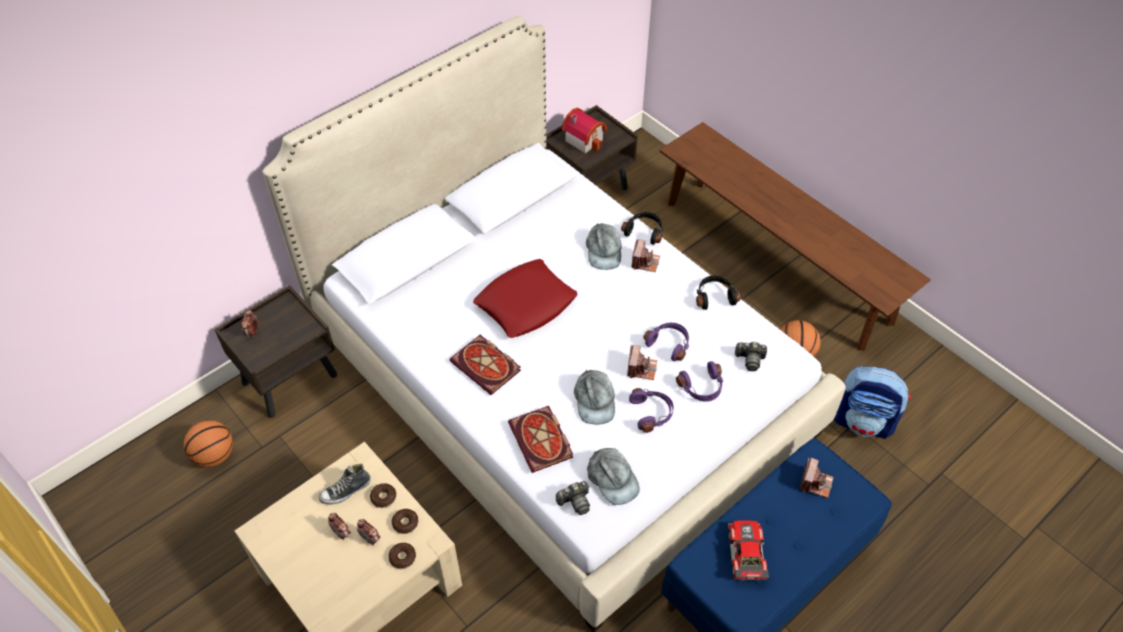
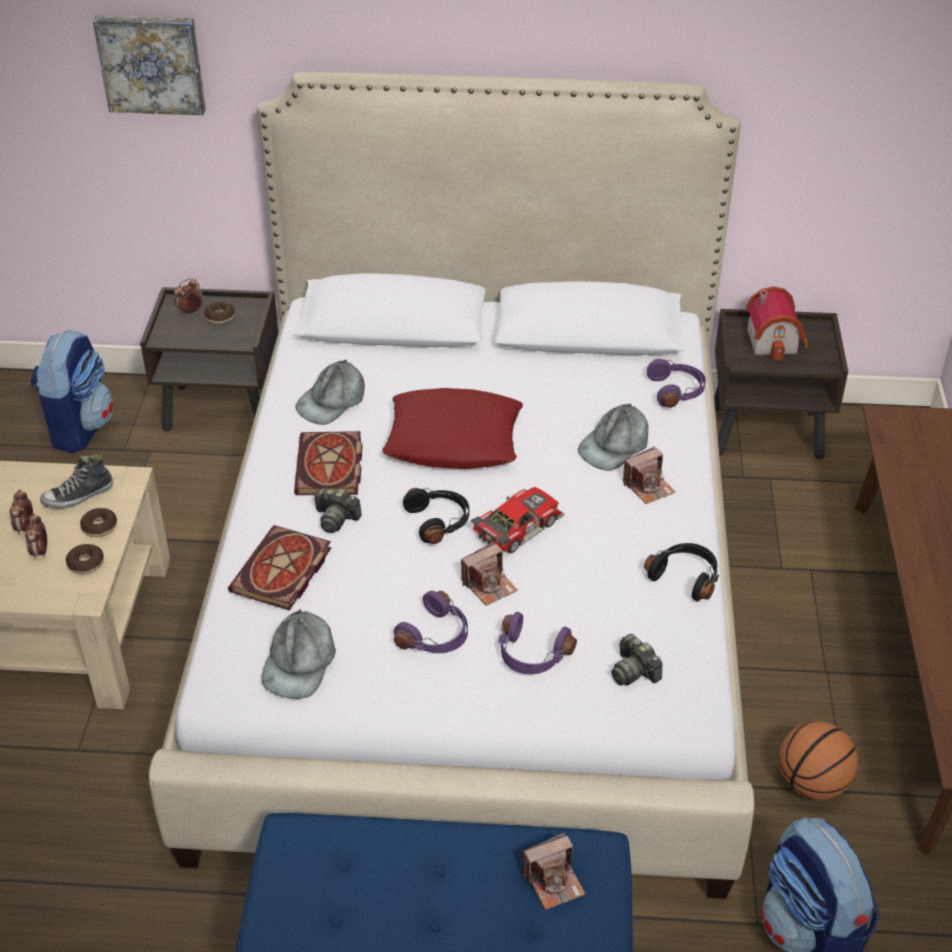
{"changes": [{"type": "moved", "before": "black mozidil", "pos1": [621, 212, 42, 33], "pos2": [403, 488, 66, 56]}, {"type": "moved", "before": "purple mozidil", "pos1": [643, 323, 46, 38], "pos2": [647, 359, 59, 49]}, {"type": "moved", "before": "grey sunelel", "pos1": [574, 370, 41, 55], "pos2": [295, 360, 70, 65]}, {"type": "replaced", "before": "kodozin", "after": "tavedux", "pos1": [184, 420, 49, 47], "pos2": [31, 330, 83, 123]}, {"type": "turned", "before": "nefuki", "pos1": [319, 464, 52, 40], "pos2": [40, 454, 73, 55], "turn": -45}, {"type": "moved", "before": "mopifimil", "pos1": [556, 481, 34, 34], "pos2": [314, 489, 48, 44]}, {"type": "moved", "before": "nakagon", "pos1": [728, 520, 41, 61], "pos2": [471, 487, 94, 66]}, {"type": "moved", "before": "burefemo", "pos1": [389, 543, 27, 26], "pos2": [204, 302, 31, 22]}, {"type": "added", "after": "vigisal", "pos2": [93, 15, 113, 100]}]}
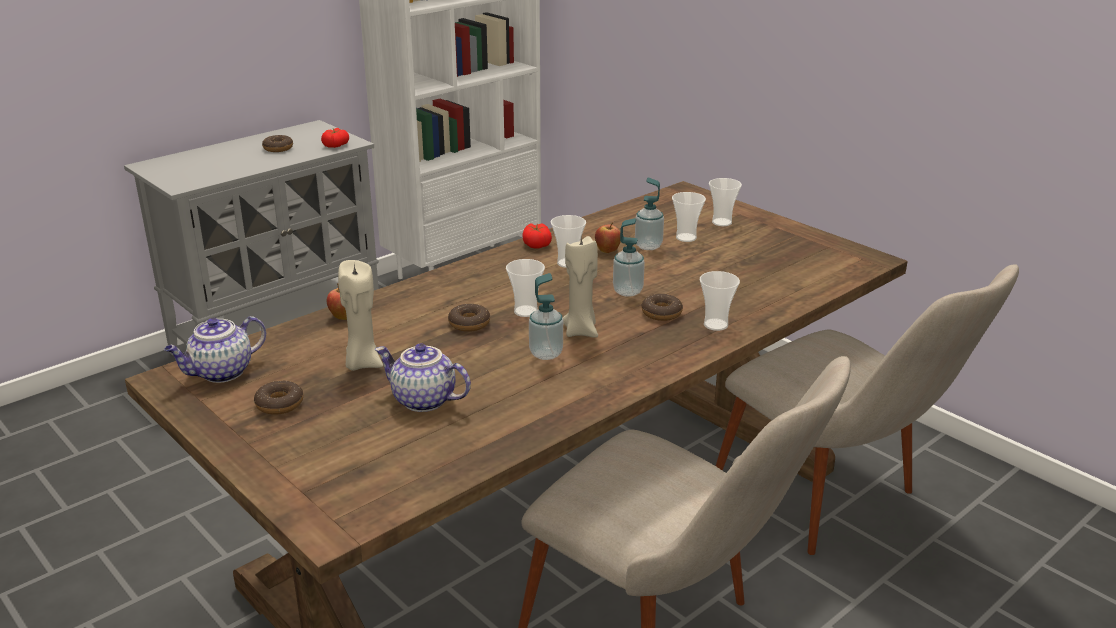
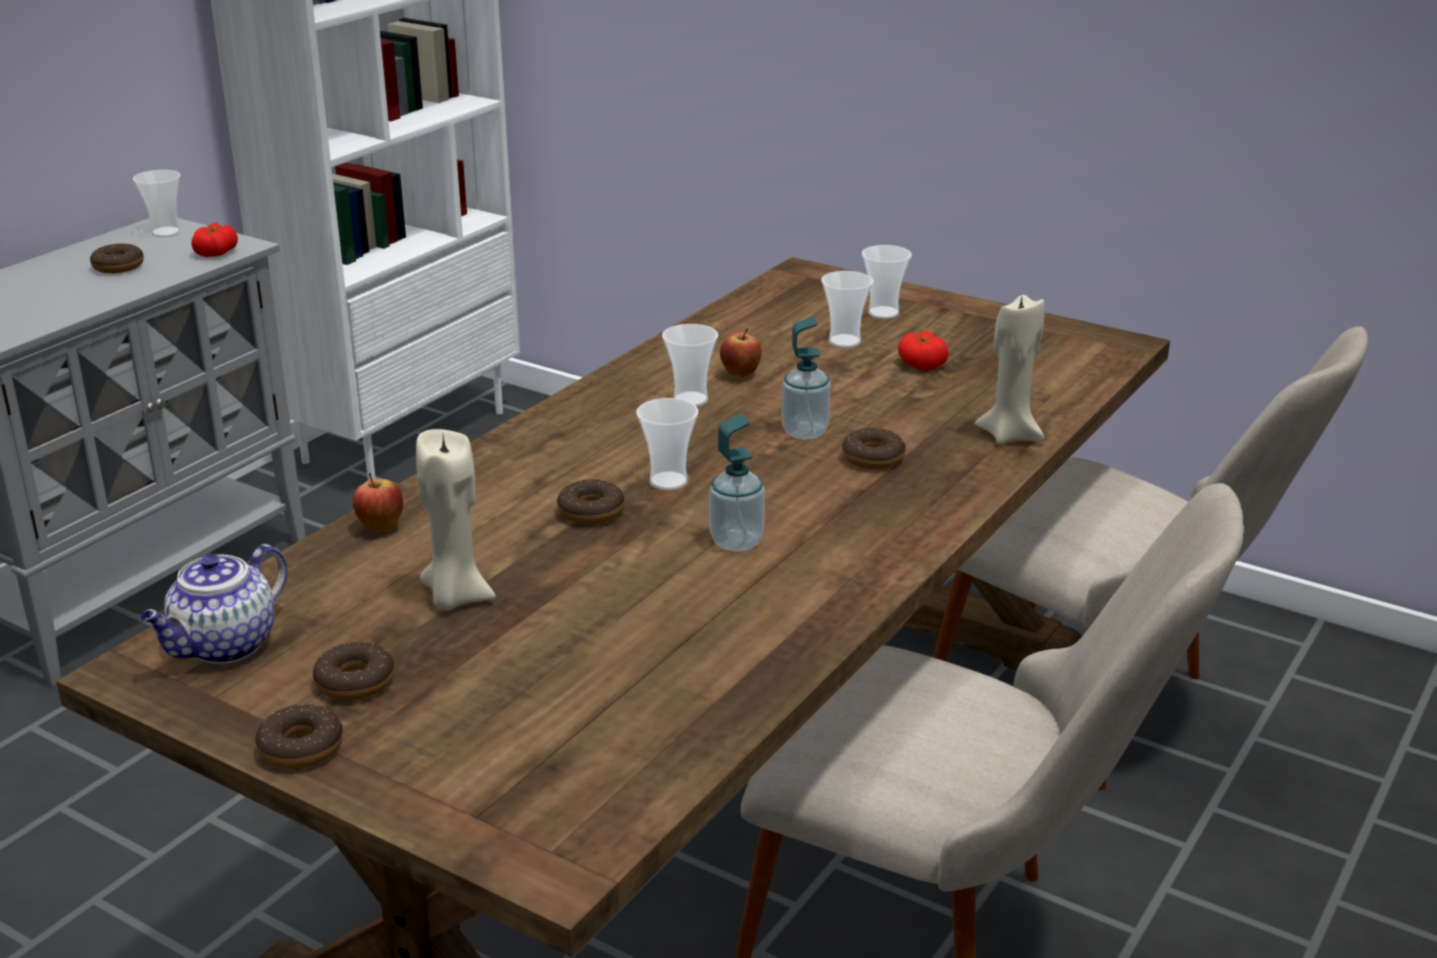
{"changes": [{"type": "removed", "before": "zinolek", "pos1": [635, 178, 29, 72]}, {"type": "moved", "before": "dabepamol", "pos1": [522, 223, 30, 26], "pos2": [898, 331, 51, 40]}, {"type": "moved", "before": "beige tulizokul", "pos1": [563, 235, 35, 103], "pos2": [975, 295, 70, 150]}, {"type": "moved", "before": "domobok", "pos1": [700, 271, 40, 60], "pos2": [133, 170, 47, 67]}, {"type": "removed", "before": "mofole", "pos1": [375, 343, 96, 69]}, {"type": "added", "after": "burefemo", "pos2": [255, 704, 88, 65]}]}
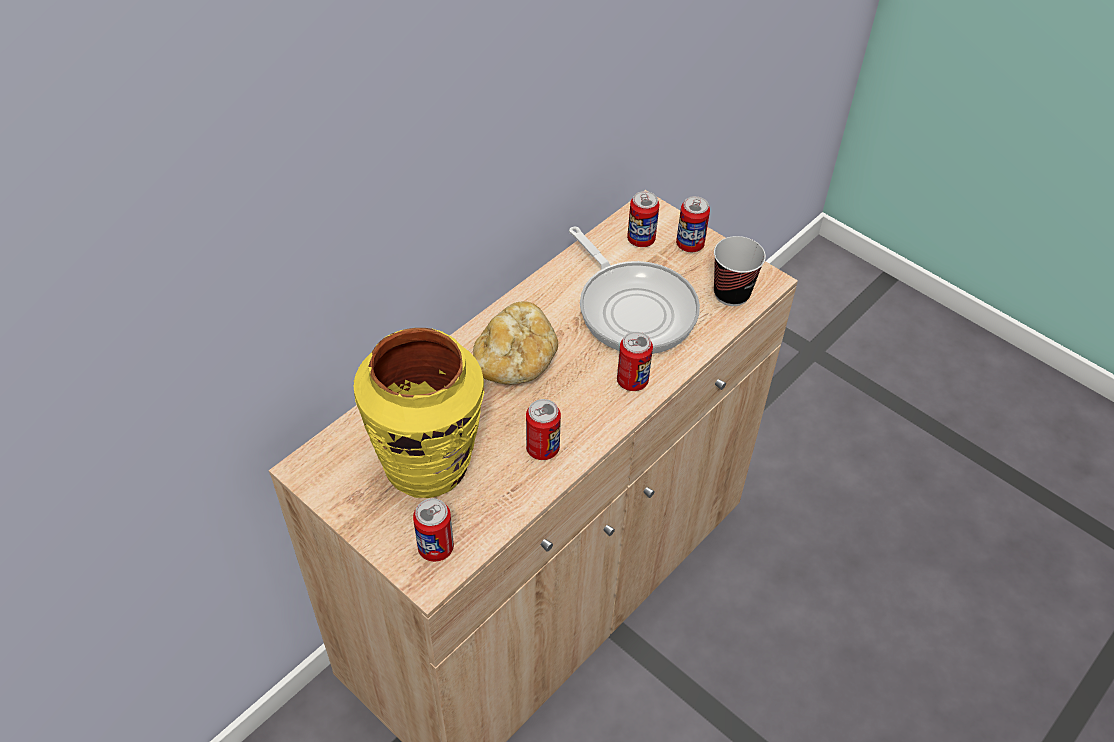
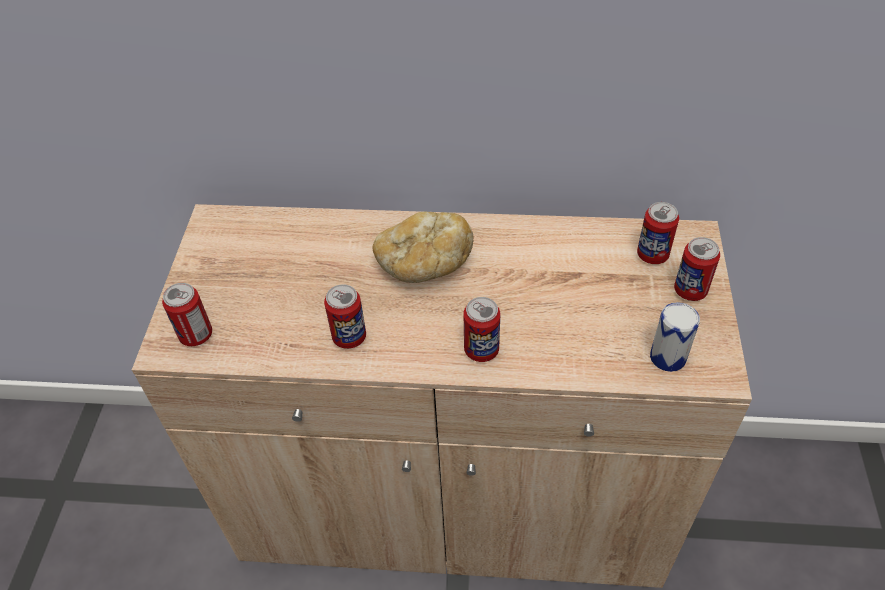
{"changes": [{"type": "removed", "before": "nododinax", "pos1": [569, 227, 131, 127]}, {"type": "replaced", "before": "domobok", "after": "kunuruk", "pos1": [714, 236, 52, 70], "pos2": [650, 302, 50, 70]}, {"type": "removed", "before": "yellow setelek", "pos1": [354, 328, 131, 170]}]}
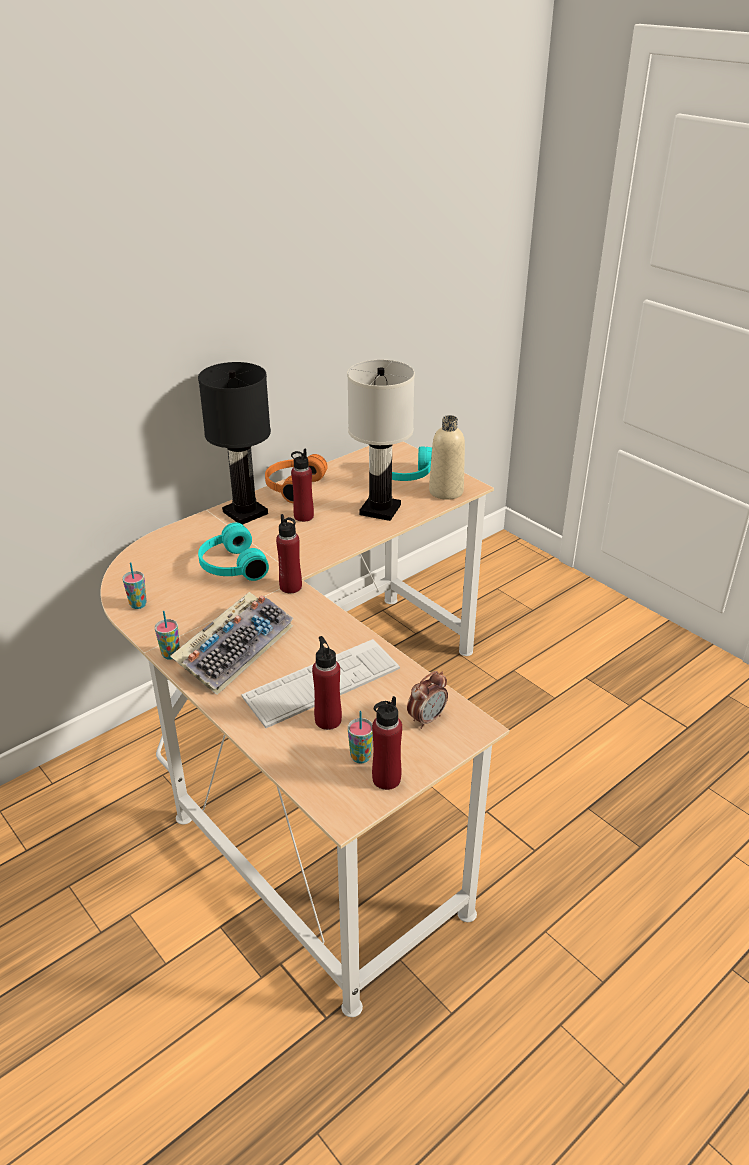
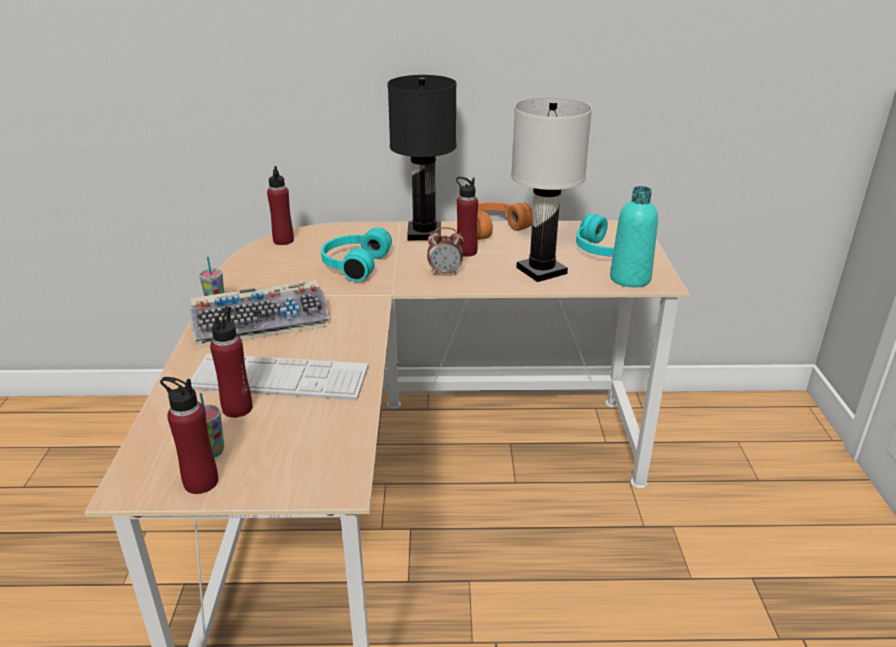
{"changes": [{"type": "recoloured", "before": "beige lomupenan", "after": "turquoise lomupenan", "pos1": [429, 415, 36, 85], "pos2": [610, 186, 48, 101]}, {"type": "moved", "before": "red lomupenan", "pos1": [276, 514, 26, 79], "pos2": [267, 166, 27, 79]}, {"type": "removed", "before": "domobok", "pos1": [122, 562, 25, 47]}, {"type": "moved", "before": "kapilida", "pos1": [407, 671, 41, 58], "pos2": [427, 227, 37, 48]}]}
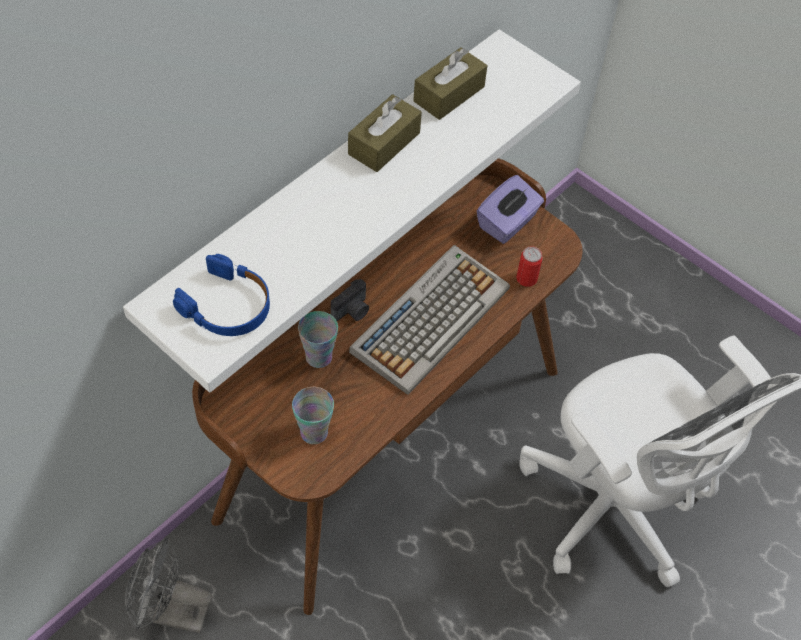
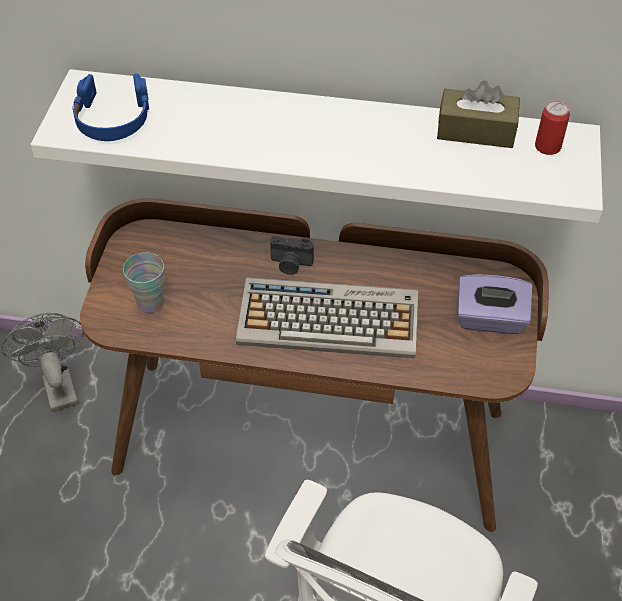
{"changes": [{"type": "removed", "before": "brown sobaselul", "pos1": [348, 94, 74, 78]}, {"type": "moved", "before": "kunuruk", "pos1": [516, 246, 27, 41], "pos2": [535, 100, 35, 55]}, {"type": "removed", "before": "domobok", "pos1": [298, 311, 40, 57]}]}
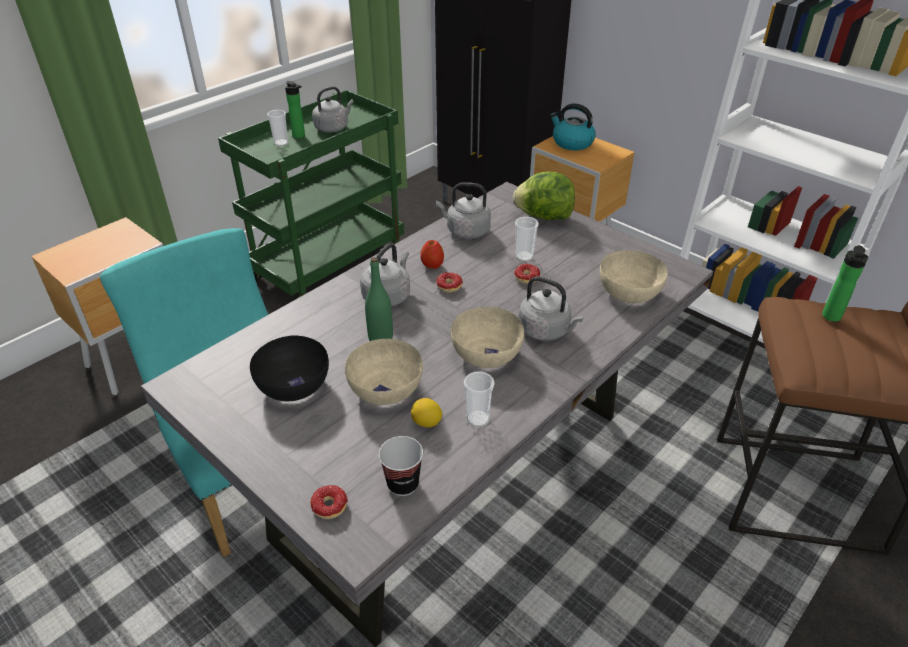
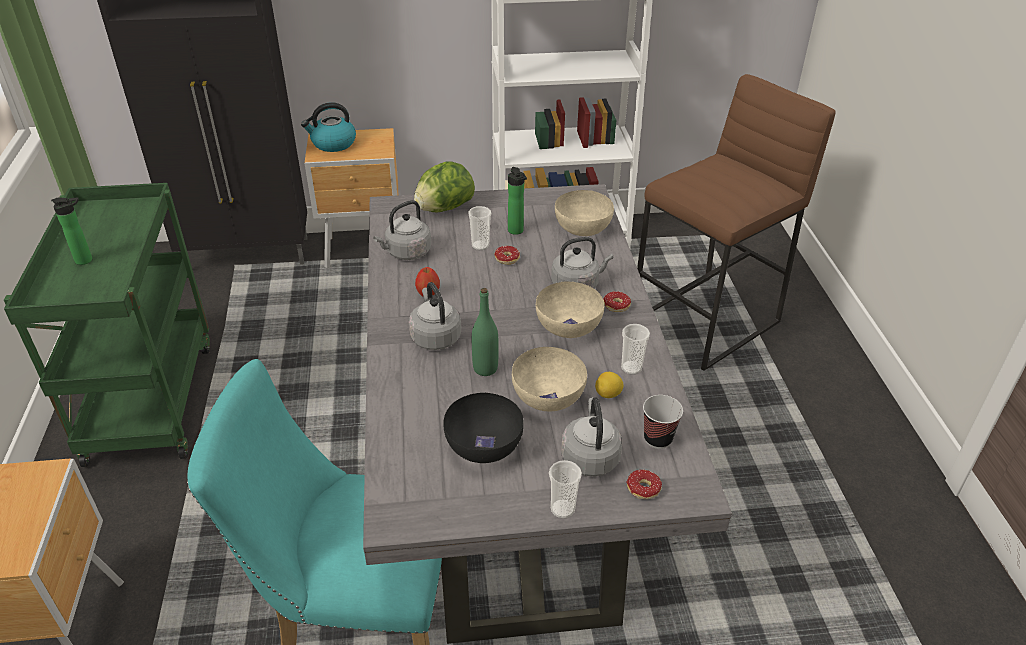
{"changes": [{"type": "moved", "before": "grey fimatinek", "pos1": [312, 86, 42, 46], "pos2": [561, 397, 61, 79]}, {"type": "moved", "before": "domobok", "pos1": [267, 110, 21, 36], "pos2": [549, 460, 33, 59]}, {"type": "moved", "before": "lomupenan", "pos1": [822, 245, 46, 77], "pos2": [508, 167, 19, 68]}, {"type": "moved", "before": "burefemo", "pos1": [436, 272, 27, 21], "pos2": [604, 291, 27, 21]}]}
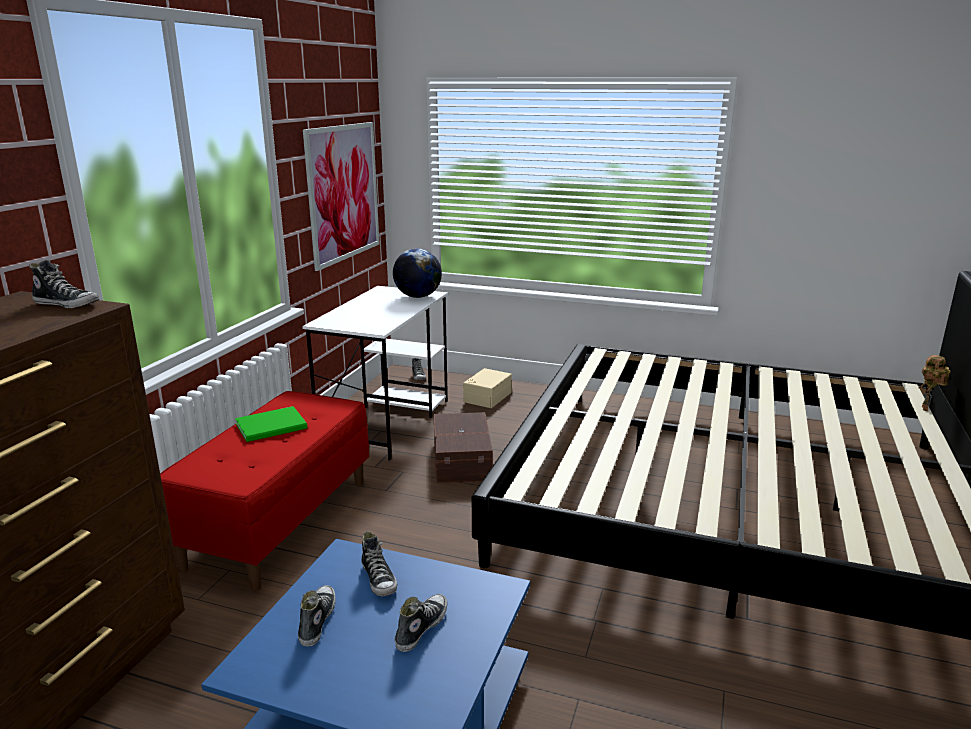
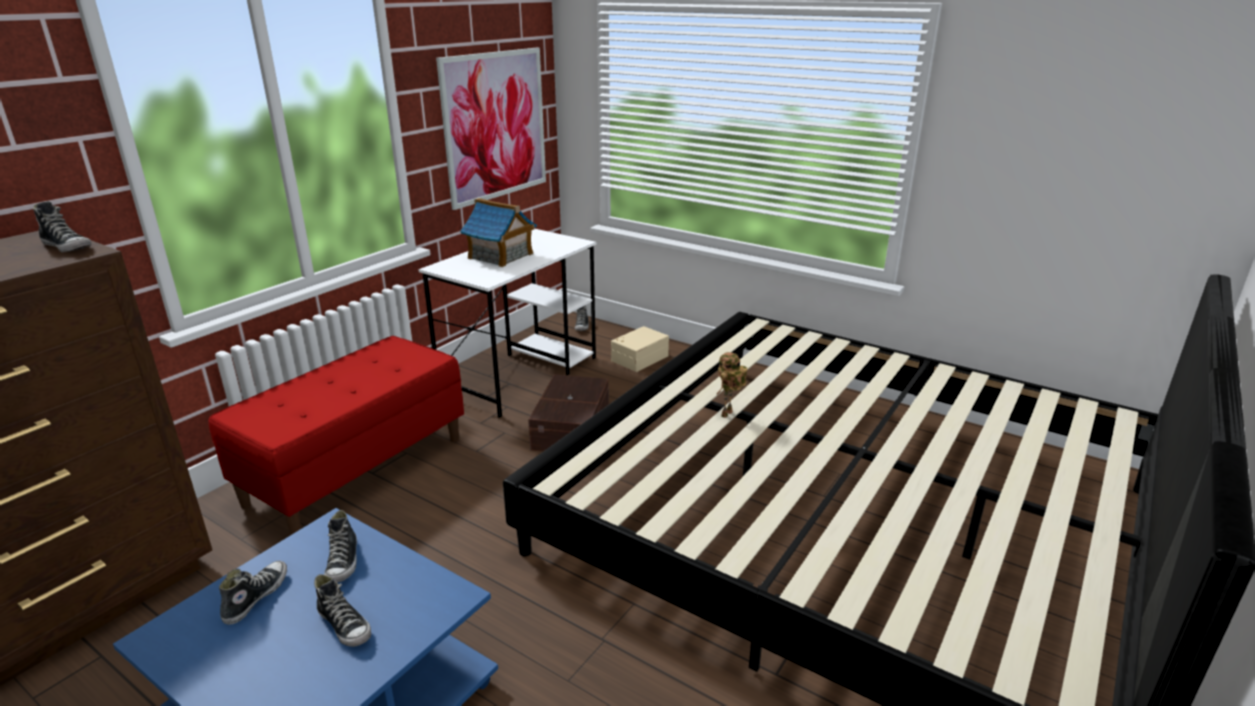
{"changes": [{"type": "removed", "before": "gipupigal", "pos1": [393, 248, 49, 50]}, {"type": "moved", "before": "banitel", "pos1": [918, 355, 32, 56], "pos2": [717, 352, 30, 66]}, {"type": "removed", "before": "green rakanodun", "pos1": [235, 406, 72, 36]}, {"type": "turned", "before": "nefuki", "pos1": [395, 594, 53, 58], "pos2": [314, 574, 57, 73], "turn": 90}, {"type": "added", "after": "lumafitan", "pos2": [460, 198, 77, 69]}]}
